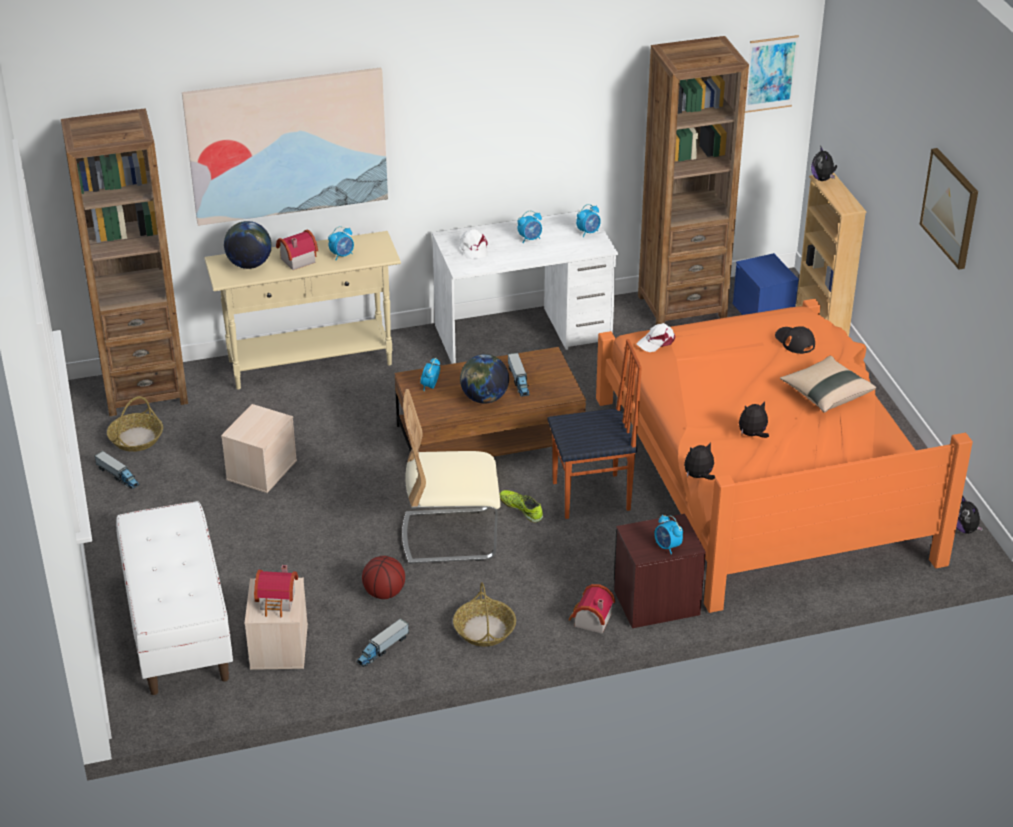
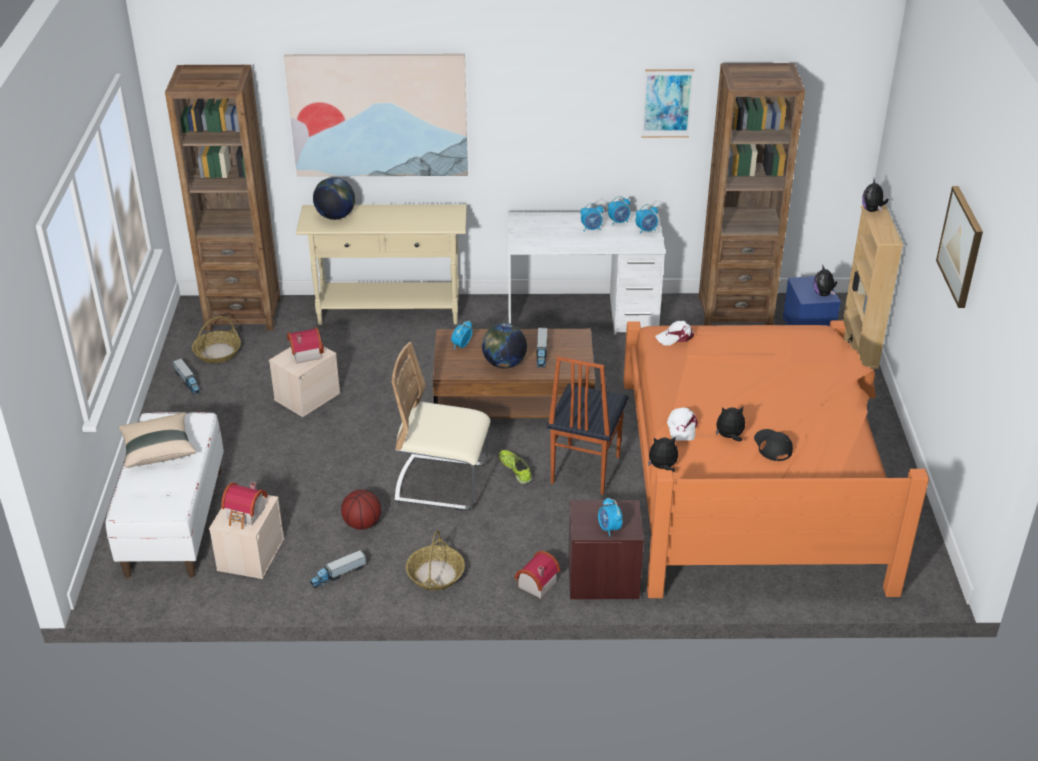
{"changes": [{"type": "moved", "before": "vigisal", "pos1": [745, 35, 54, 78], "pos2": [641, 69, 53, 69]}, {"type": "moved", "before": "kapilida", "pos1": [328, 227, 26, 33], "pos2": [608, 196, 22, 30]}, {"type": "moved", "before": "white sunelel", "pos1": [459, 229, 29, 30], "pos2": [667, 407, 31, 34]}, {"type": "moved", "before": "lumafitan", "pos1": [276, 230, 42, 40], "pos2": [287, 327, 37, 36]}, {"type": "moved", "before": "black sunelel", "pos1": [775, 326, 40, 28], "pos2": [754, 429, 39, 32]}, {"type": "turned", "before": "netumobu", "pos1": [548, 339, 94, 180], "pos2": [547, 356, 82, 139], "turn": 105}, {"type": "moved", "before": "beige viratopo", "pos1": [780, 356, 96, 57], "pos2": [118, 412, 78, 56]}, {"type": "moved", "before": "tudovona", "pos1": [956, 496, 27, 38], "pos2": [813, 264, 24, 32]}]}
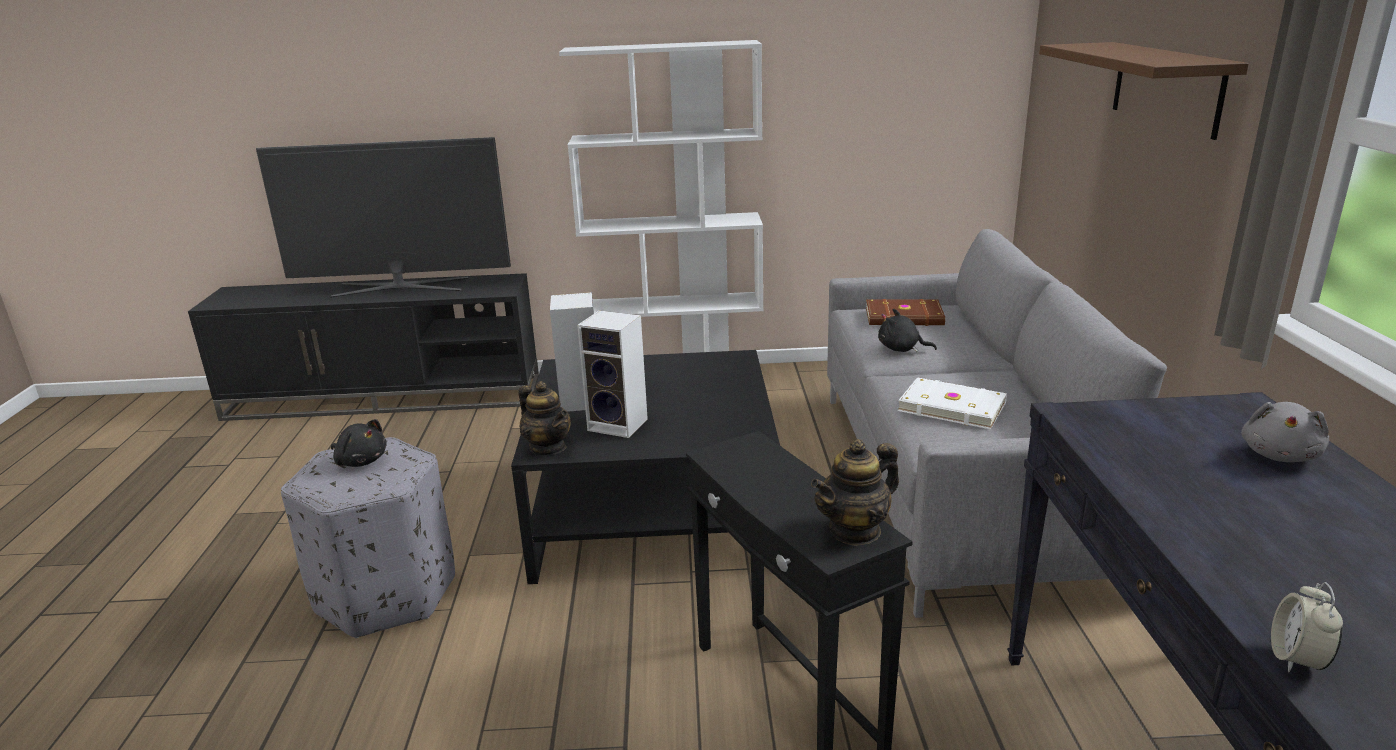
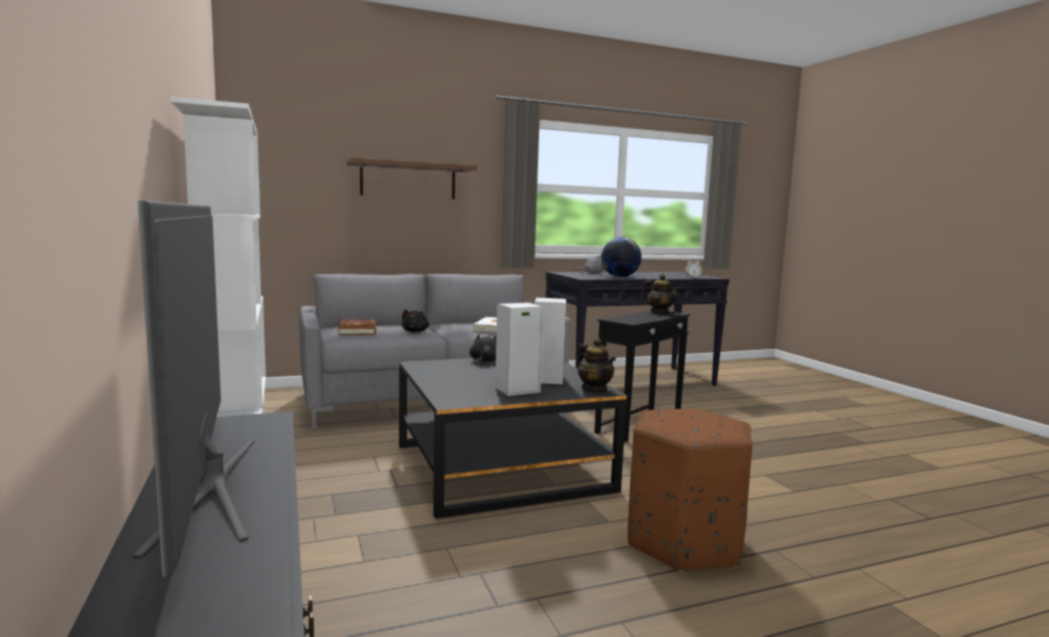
{"changes": [{"type": "turned", "before": "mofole", "pos1": [518, 381, 53, 74], "pos2": [577, 338, 39, 54], "turn": 120}, {"type": "moved", "before": "black tudovona", "pos1": [331, 419, 56, 48], "pos2": [469, 333, 27, 31]}, {"type": "recoloured", "before": "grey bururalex", "after": "brown bururalex", "pos1": [281, 437, 174, 201], "pos2": [628, 408, 125, 164]}, {"type": "added", "after": "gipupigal", "pos2": [601, 237, 41, 40]}]}
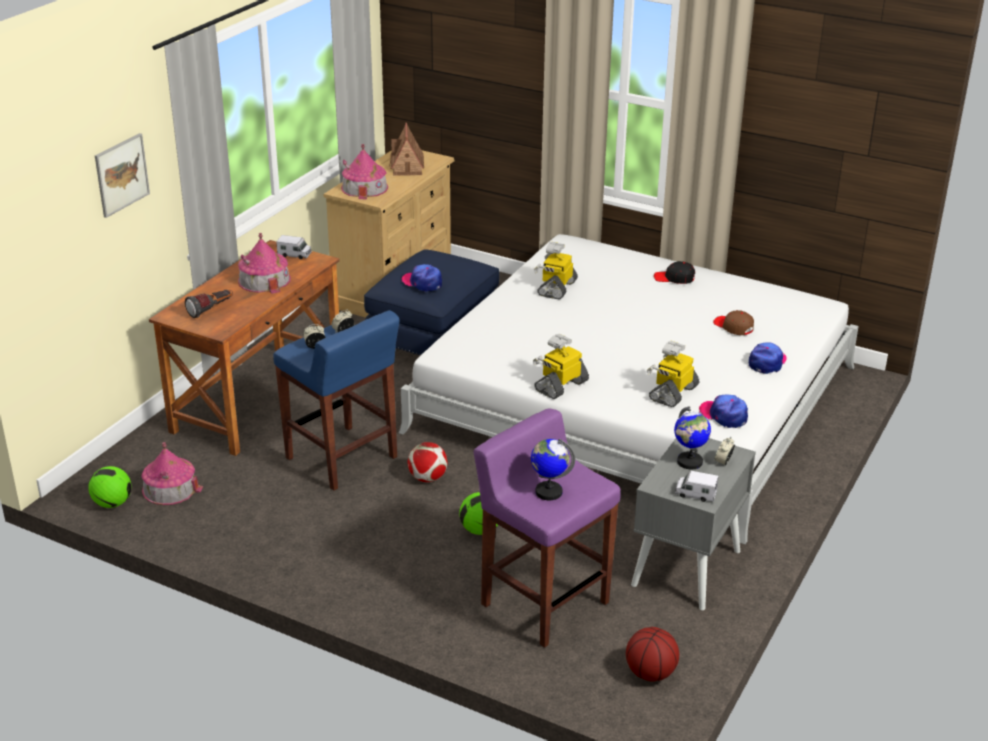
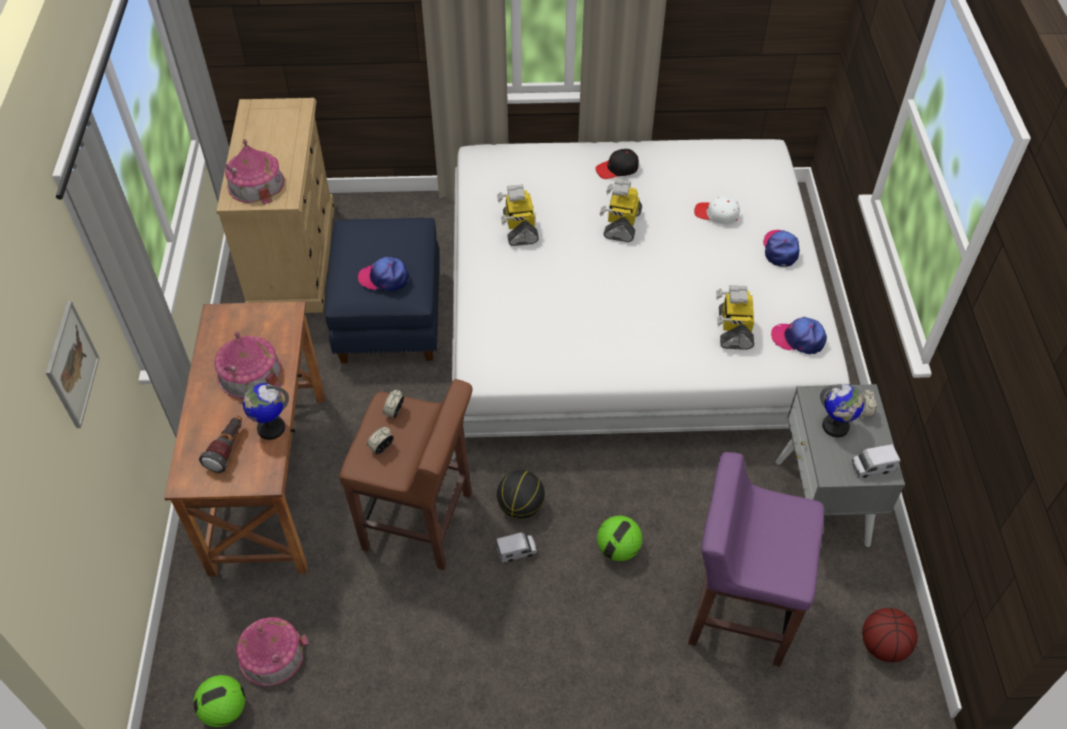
{"changes": [{"type": "removed", "before": "lumafitan", "pos1": [389, 123, 35, 53]}, {"type": "moved", "before": "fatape", "pos1": [276, 235, 36, 24], "pos2": [496, 532, 41, 31]}, {"type": "recoloured", "before": "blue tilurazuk", "after": "brown tilurazuk", "pos1": [273, 310, 127, 181], "pos2": [339, 379, 134, 191]}, {"type": "recoloured", "before": "brown sunelel", "after": "white sunelel", "pos1": [713, 310, 41, 25], "pos2": [694, 196, 46, 29]}, {"type": "moved", "before": "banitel", "pos1": [533, 334, 56, 65], "pos2": [600, 179, 42, 63]}, {"type": "moved", "before": "gipupigal", "pos1": [531, 439, 44, 61], "pos2": [243, 383, 46, 57]}, {"type": "replaced", "before": "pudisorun", "after": "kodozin", "pos1": [408, 442, 40, 40], "pos2": [497, 470, 48, 49]}]}
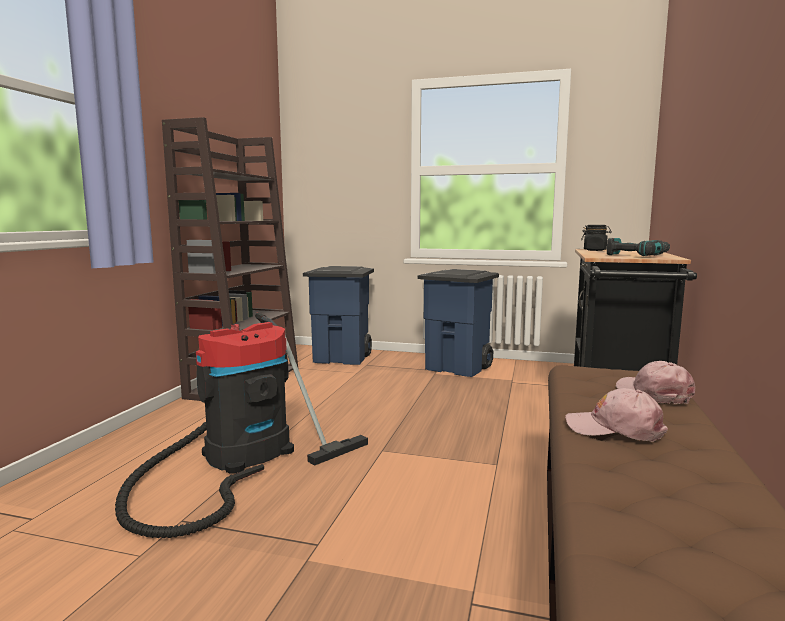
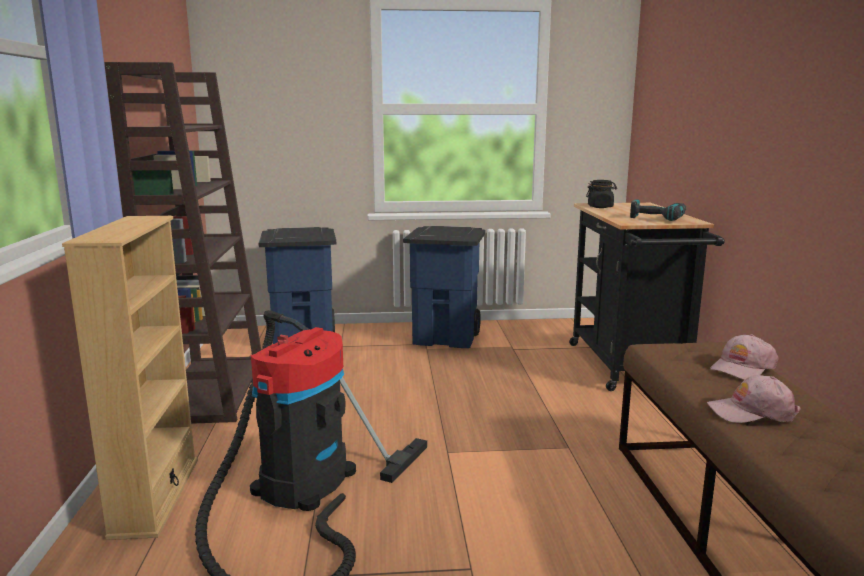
{"changes": [{"type": "turned", "before": "pink sunelel", "pos1": [616, 361, 79, 43], "pos2": [710, 334, 69, 46], "turn": -90}, {"type": "added", "after": "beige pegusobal", "pos2": [62, 216, 136, 324]}]}
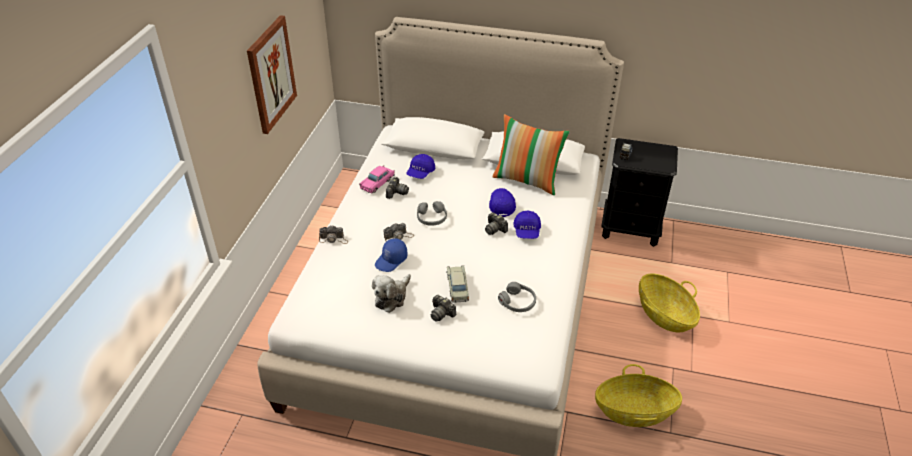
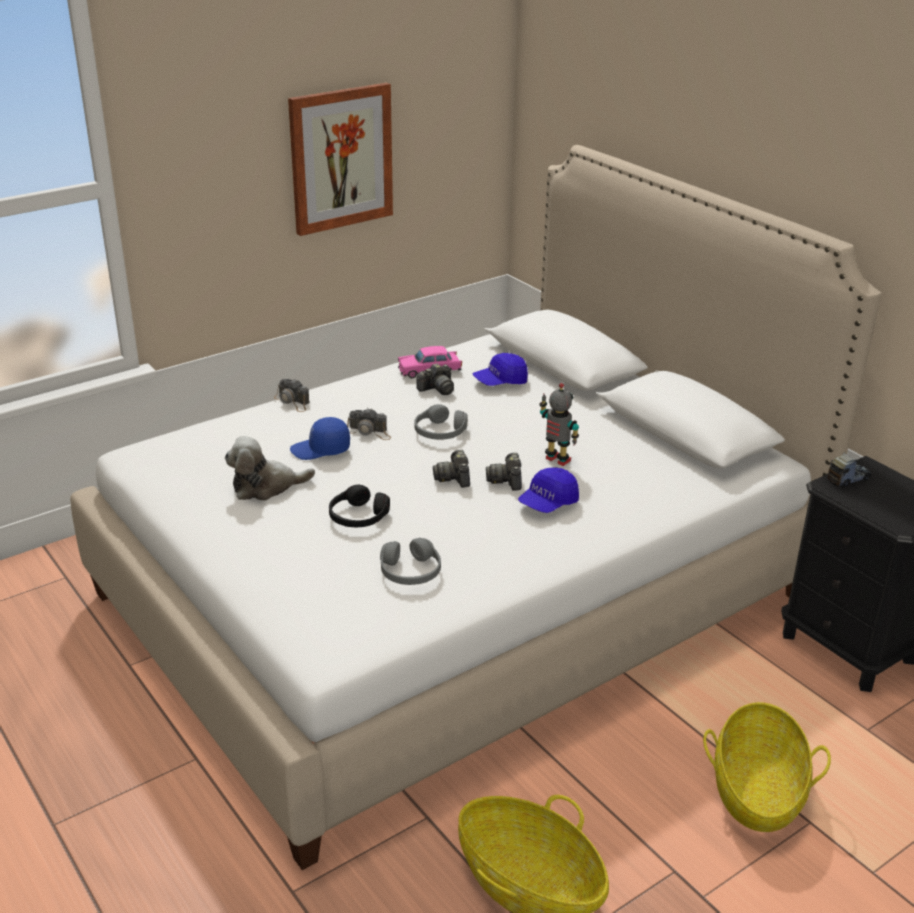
{"changes": [{"type": "removed", "before": "viratopo", "pos1": [493, 114, 77, 81]}, {"type": "replaced", "before": "blue sunelel", "after": "banitel", "pos1": [489, 188, 27, 29], "pos2": [539, 383, 40, 83]}, {"type": "replaced", "before": "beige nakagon", "after": "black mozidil", "pos1": [446, 265, 23, 38], "pos2": [329, 485, 61, 42]}, {"type": "moved", "before": "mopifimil", "pos1": [431, 295, 25, 27], "pos2": [433, 450, 37, 38]}]}
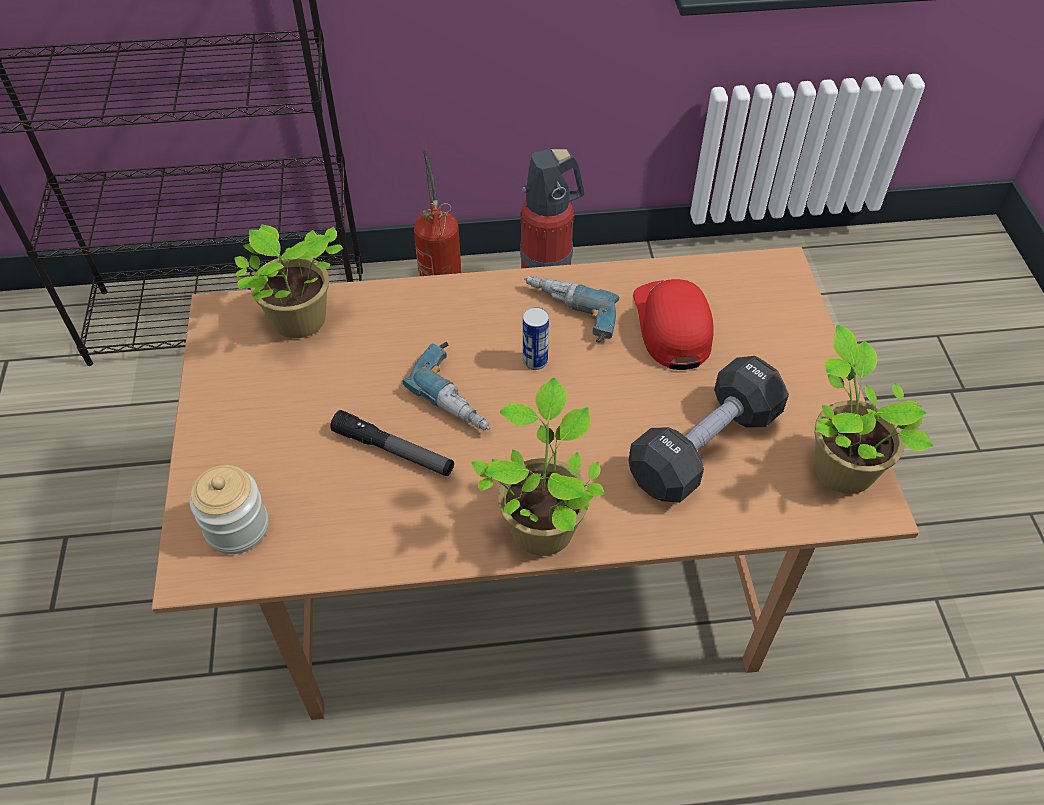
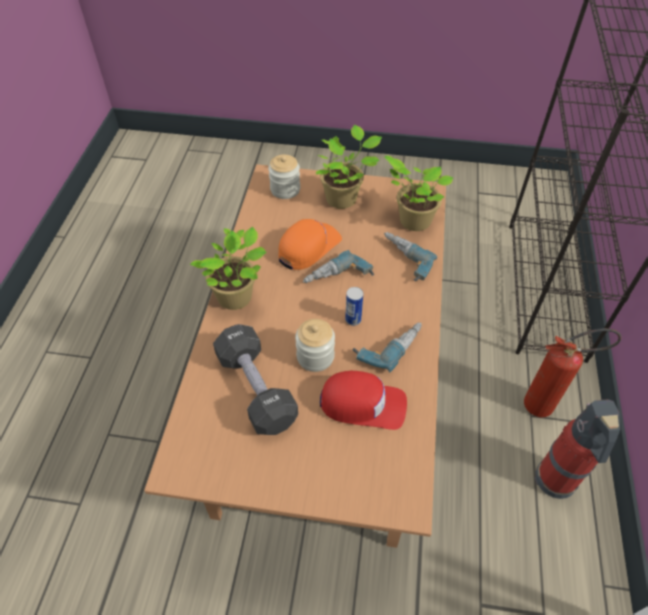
{"changes": [{"type": "moved", "before": "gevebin", "pos1": [814, 325, 120, 169], "pos2": [316, 125, 66, 84]}, {"type": "replaced", "before": "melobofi", "after": "orange sunelel", "pos1": [330, 410, 124, 66], "pos2": [279, 219, 63, 51]}, {"type": "added", "after": "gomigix", "pos2": [384, 232, 53, 49]}, {"type": "added", "after": "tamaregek", "pos2": [295, 319, 40, 53]}]}
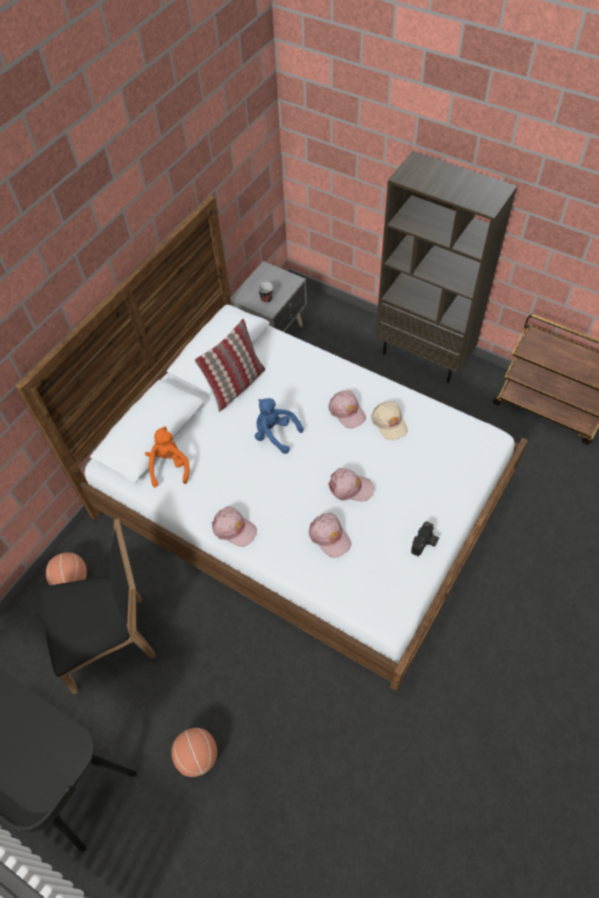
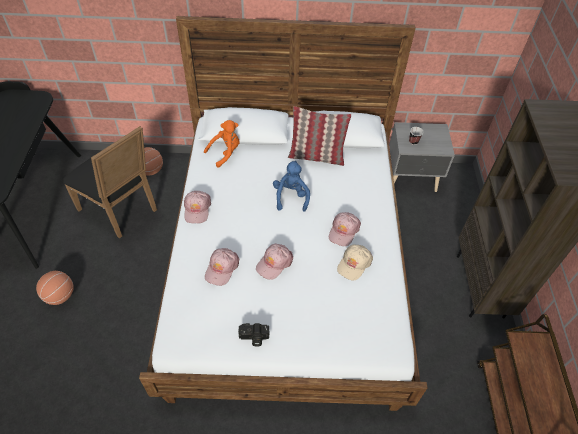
{"changes": [{"type": "turned", "before": "pink sunelel", "pos1": [328, 468, 46, 33], "pos2": [256, 244, 37, 36], "turn": 60}]}
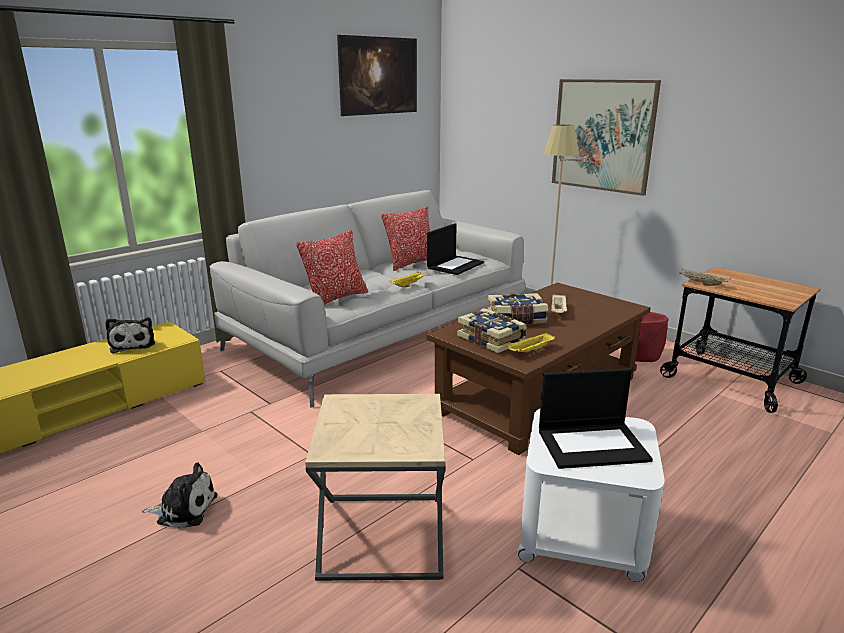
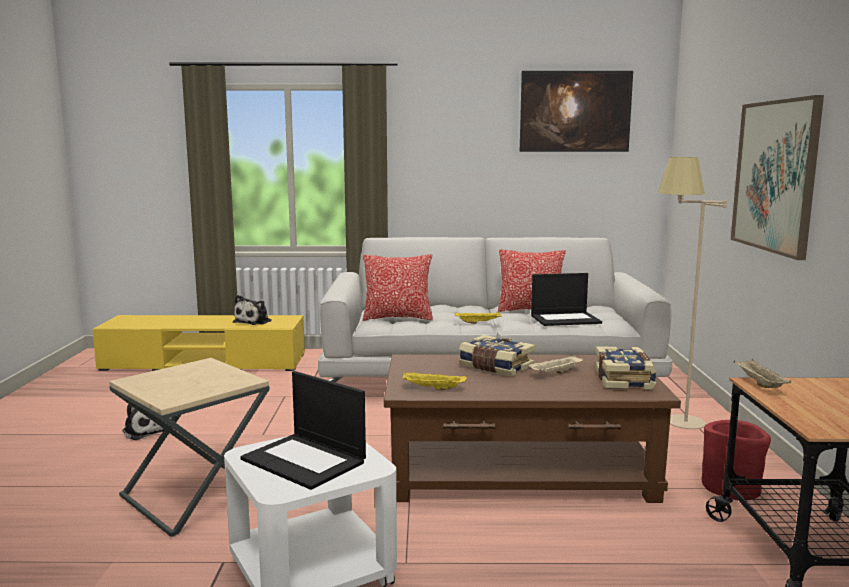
{"changes": [{"type": "moved", "before": "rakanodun", "pos1": [457, 309, 70, 44], "pos2": [594, 346, 63, 43]}]}
